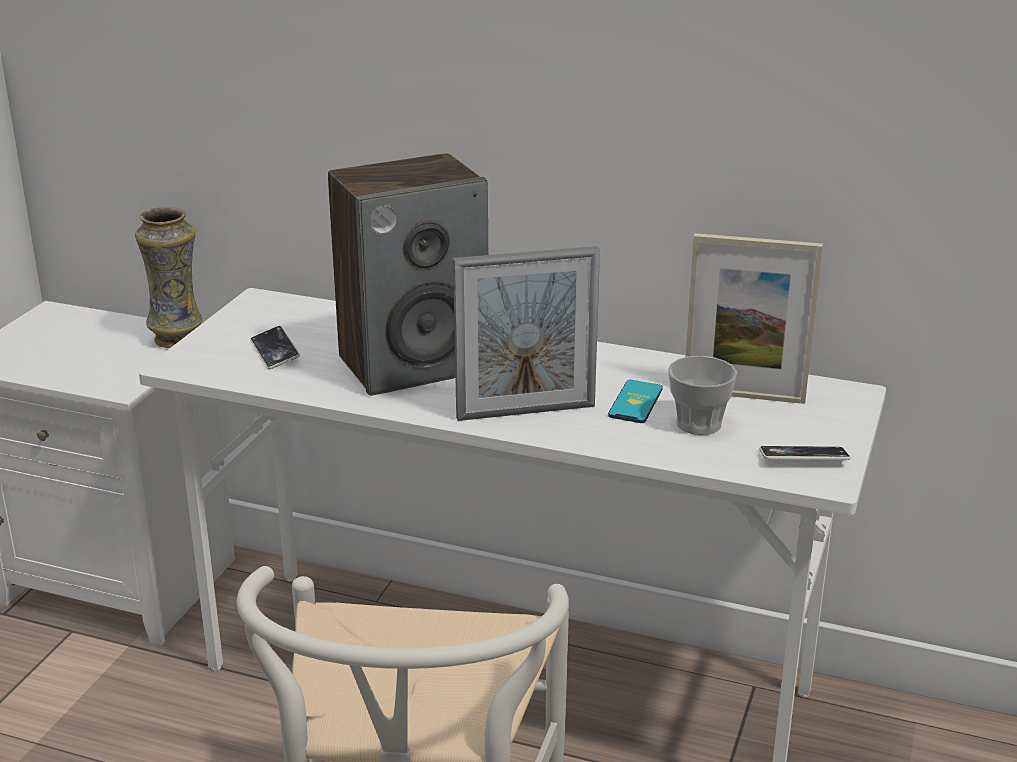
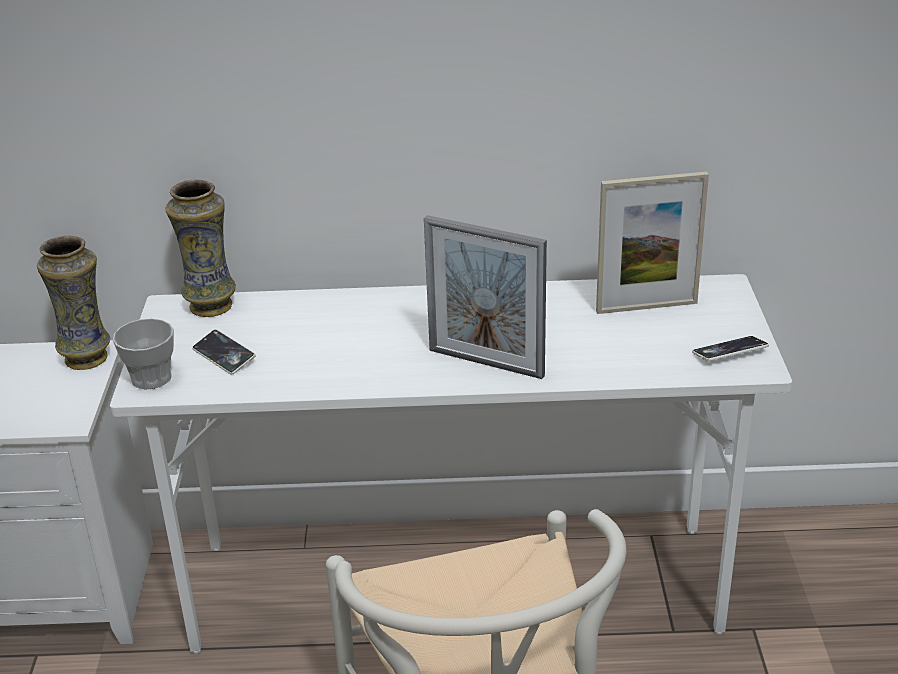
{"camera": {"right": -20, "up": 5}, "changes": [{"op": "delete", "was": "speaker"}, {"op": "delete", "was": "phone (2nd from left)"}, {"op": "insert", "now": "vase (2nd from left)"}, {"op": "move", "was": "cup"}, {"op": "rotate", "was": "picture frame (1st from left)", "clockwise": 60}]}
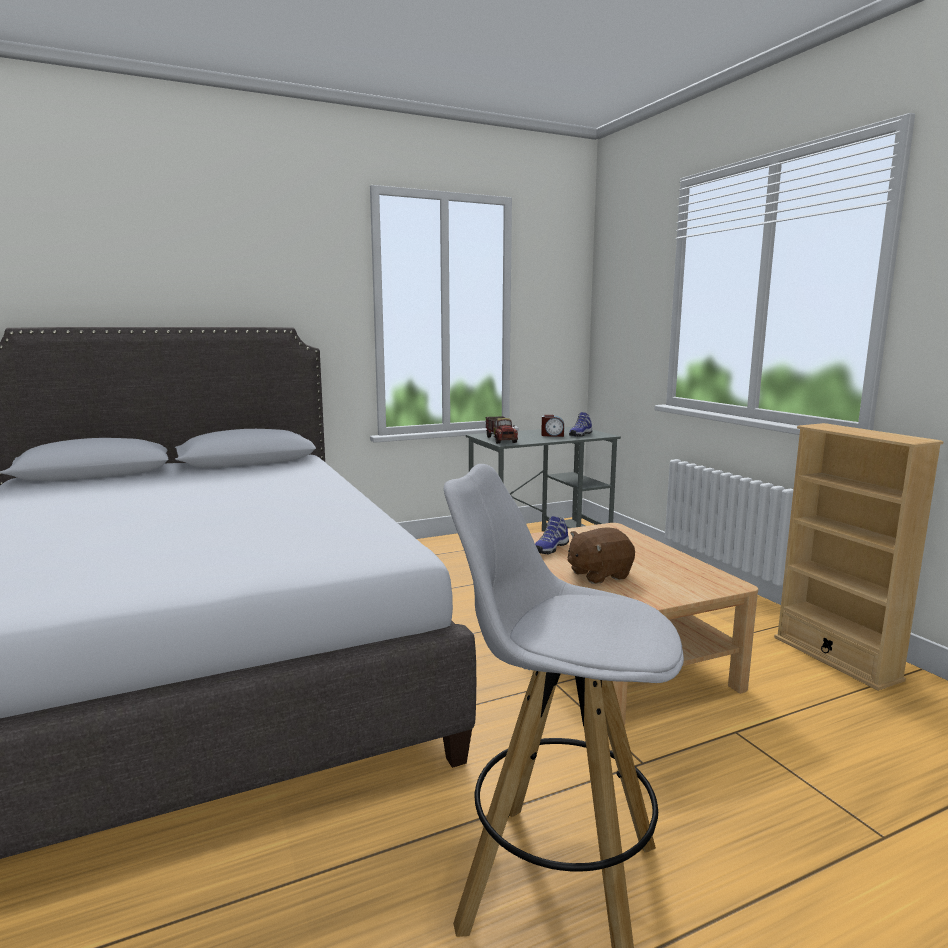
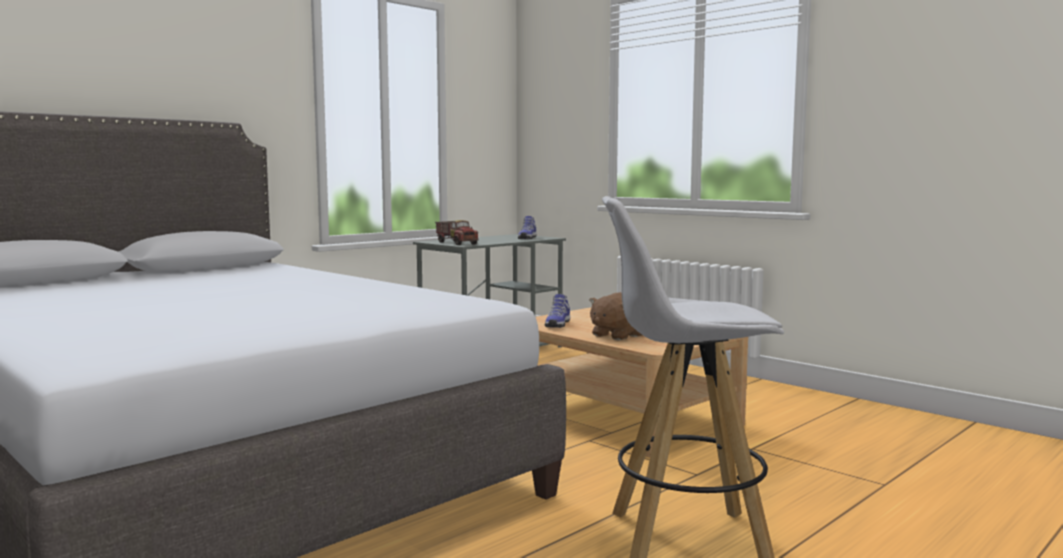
{"camera": {"right": -20, "up": -5}, "changes": [{"op": "delete", "was": "alarm clock"}, {"op": "delete", "was": "bookcase (beige)"}]}
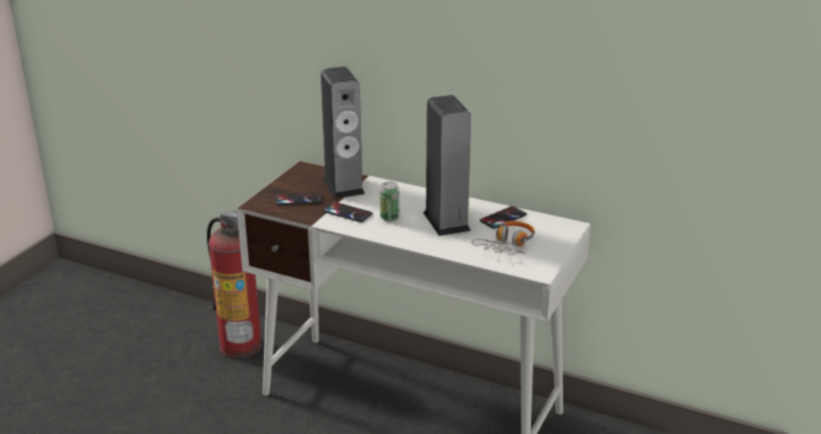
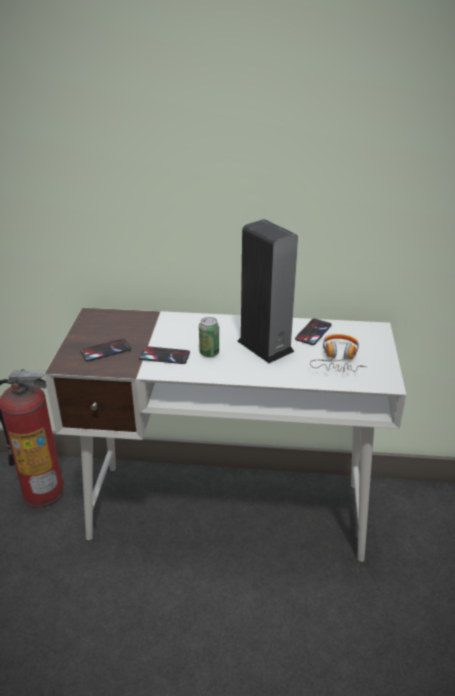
{"camera": {"right": -20, "up": 5}, "changes": [{"op": "delete", "was": "speaker (1st from left)"}]}
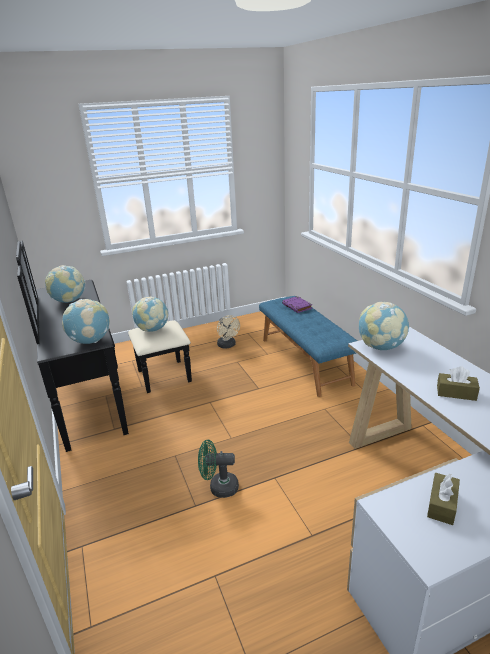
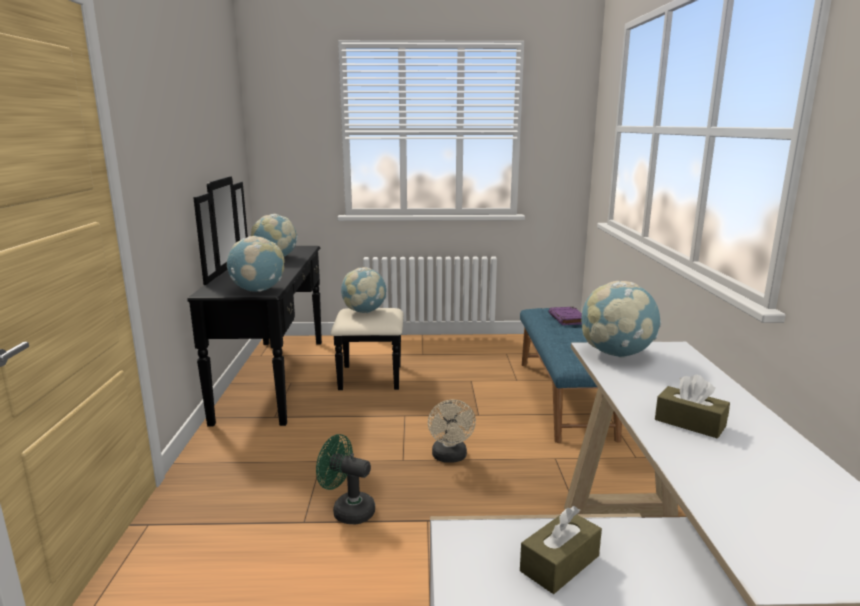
{"camera": {"right": 20, "up": -10}, "changes": [{"op": "move", "was": "fan (beige)"}]}
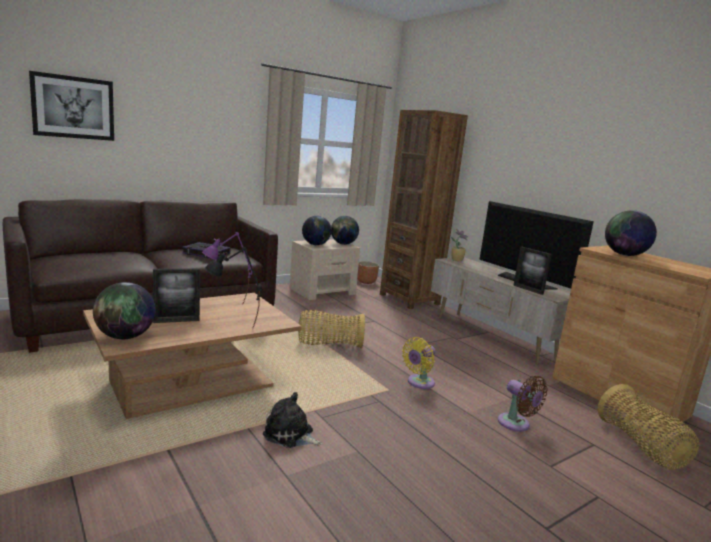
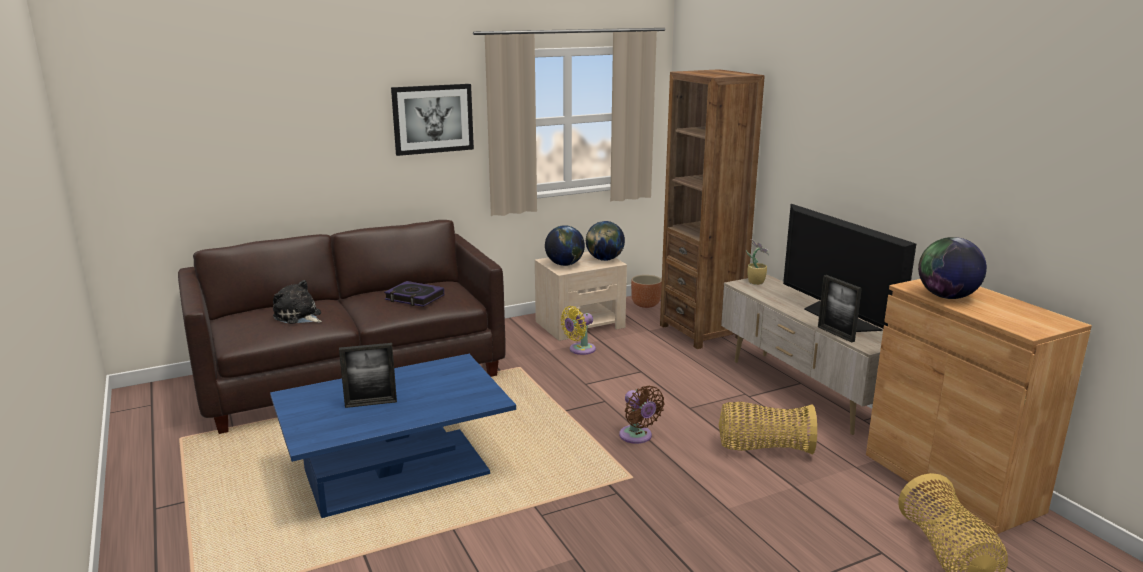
{"camera": {"right": 10, "up": 5}, "changes": [{"op": "delete", "was": "globe (1st from left)"}, {"op": "delete", "was": "table lamp (purple)"}, {"op": "delete", "was": "table lamp (black)"}, {"op": "move", "was": "picture"}, {"op": "move", "was": "plush toy"}, {"op": "move", "was": "basket (1st from left)"}, {"op": "move", "was": "fan (yellow)"}, {"op": "move", "was": "fan (brown)"}, {"op": "recolor", "was": "coffee table (brown)", "now": "coffee table (blue)"}]}
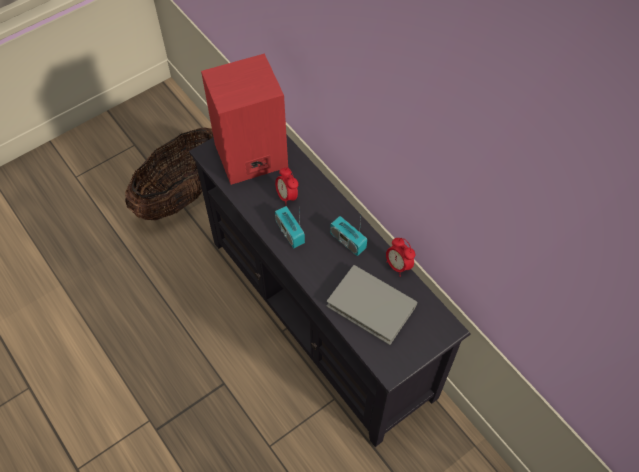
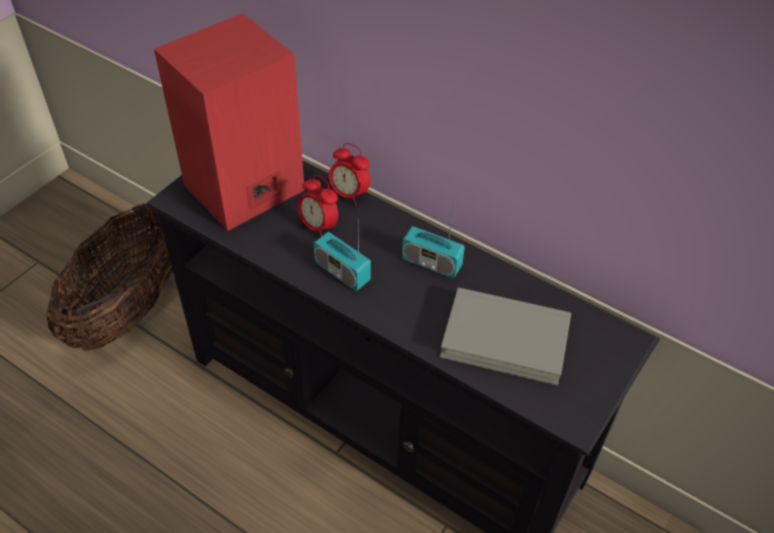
{"camera": {"right": -20, "up": -10}, "changes": [{"op": "move", "was": "alarm clock (2nd from left)"}]}
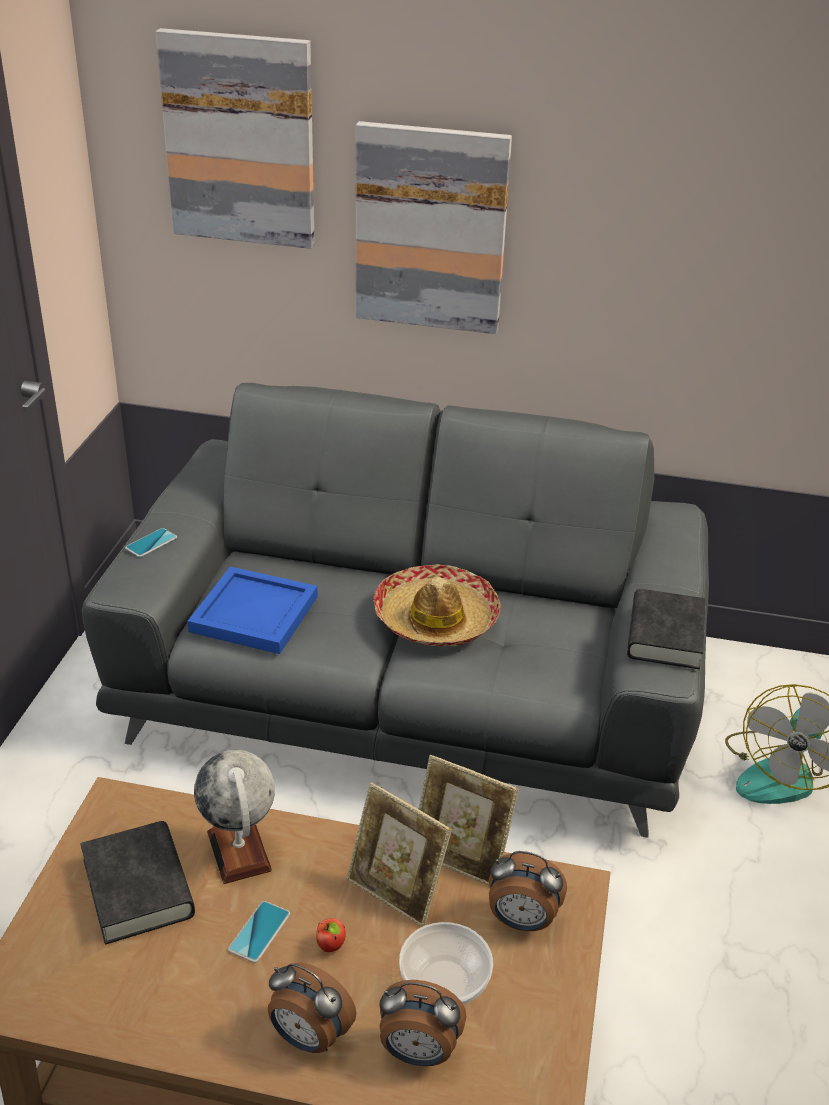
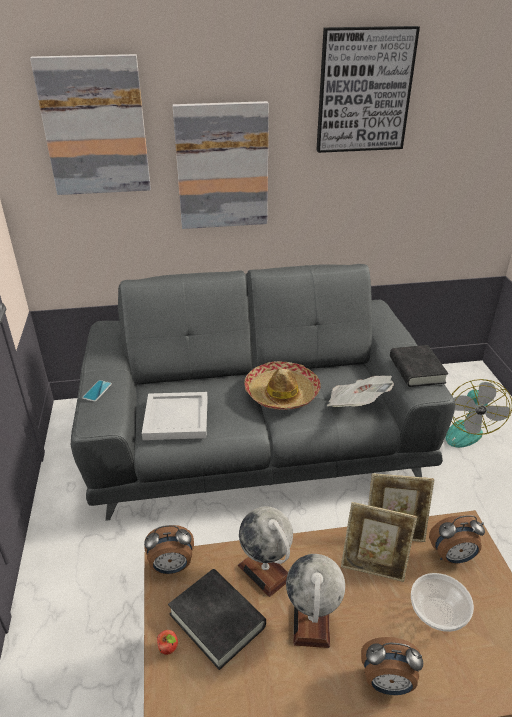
{"camera": {"right": -20, "up": 0}, "changes": [{"op": "insert", "now": "picture (3rd from left)"}, {"op": "insert", "now": "newspaper"}, {"op": "move", "was": "apple"}, {"op": "move", "was": "alarm clock (2nd from left in the first image)", "now": "alarm clock (1st from left)"}, {"op": "replace", "was": "phone (2nd from left)", "now": "globe (2nd from left)"}, {"op": "recolor", "was": "tray (blue)", "now": "tray (white)"}]}
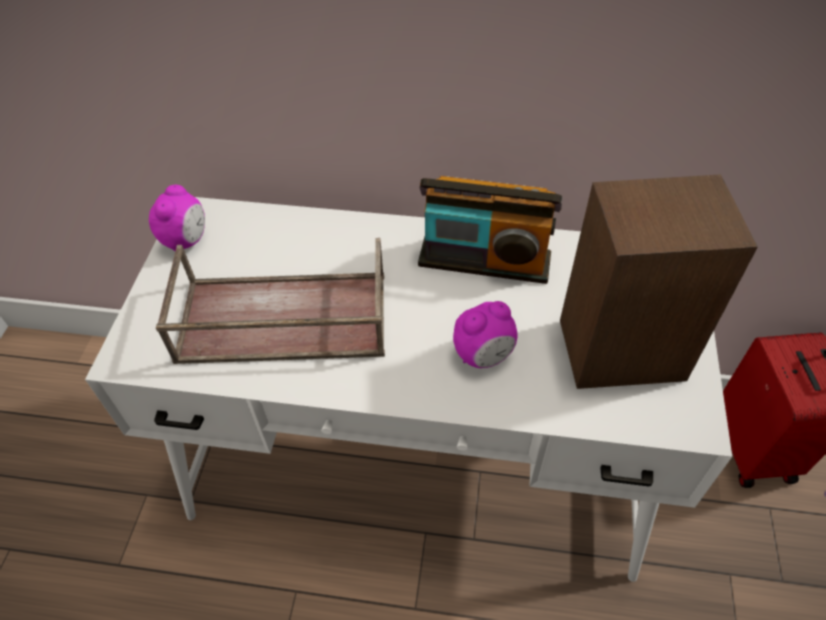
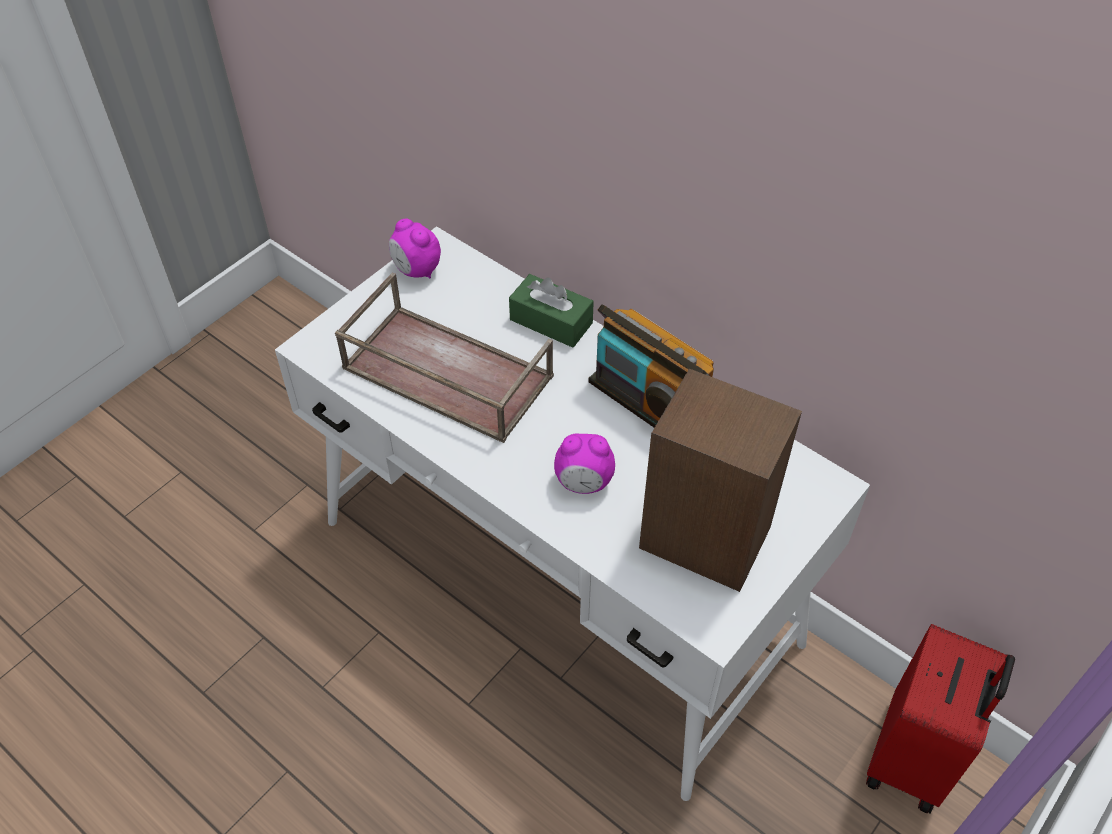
{"camera": {"right": 30, "up": 0}, "changes": [{"op": "insert", "now": "tissue box (green)"}, {"op": "rotate", "was": "alarm clock (1st from left)", "clockwise": 90}]}
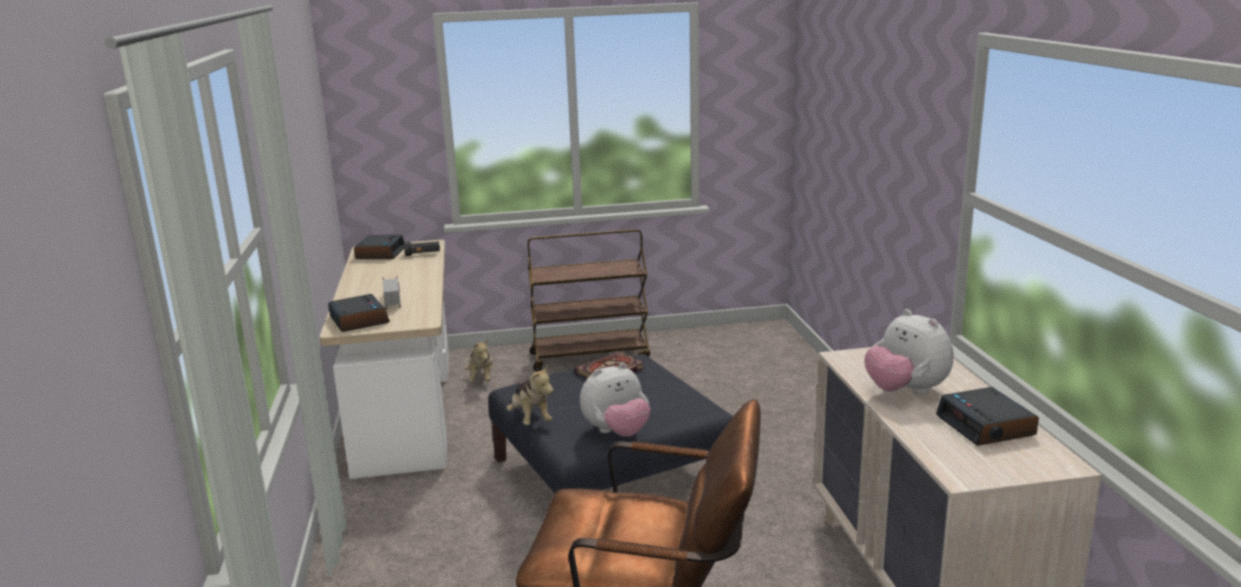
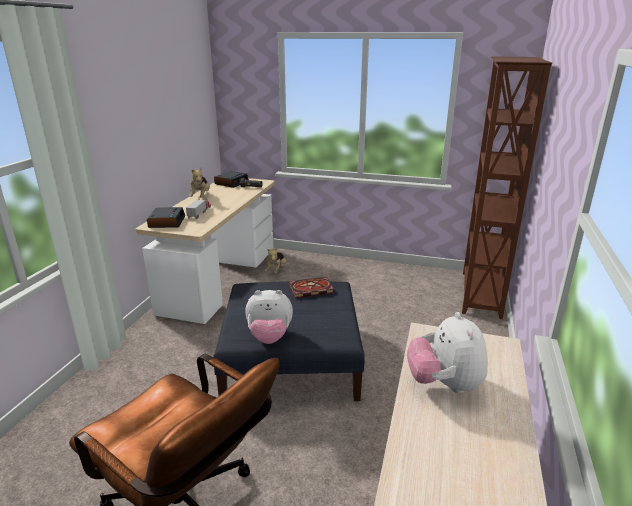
{"camera": {"right": 25, "up": 5}, "changes": [{"op": "delete", "was": "cart (brown)"}, {"op": "delete", "was": "alarm clock (3rd from left)"}, {"op": "insert", "now": "bookcase (brown)"}, {"op": "move", "was": "plush toy (2nd from left in the first image)", "now": "plush toy (1st from left)"}]}
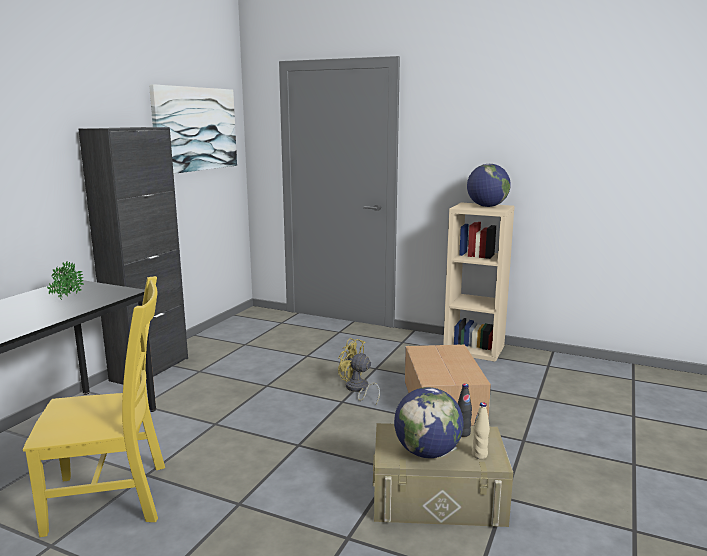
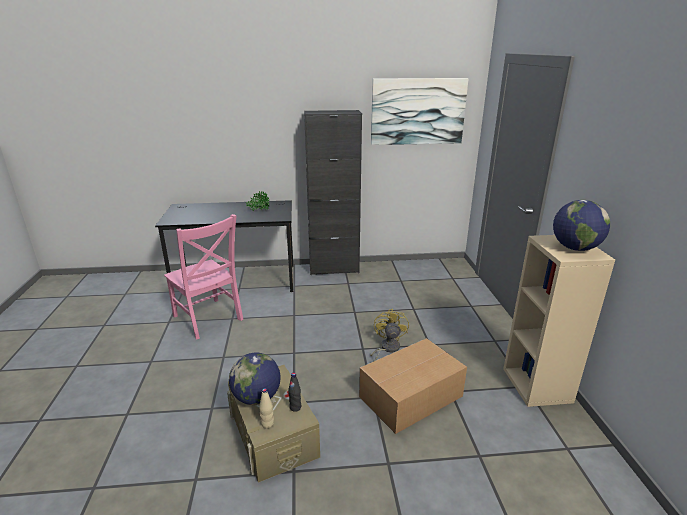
{"camera": {"right": 60, "up": 10}, "changes": [{"op": "recolor", "was": "chair (yellow)", "now": "chair (pink)"}]}
